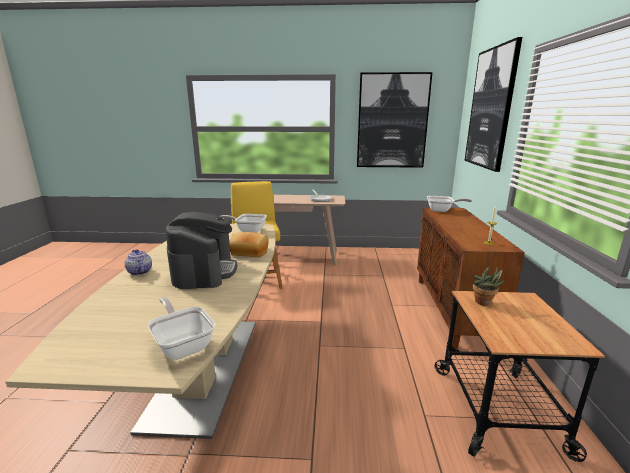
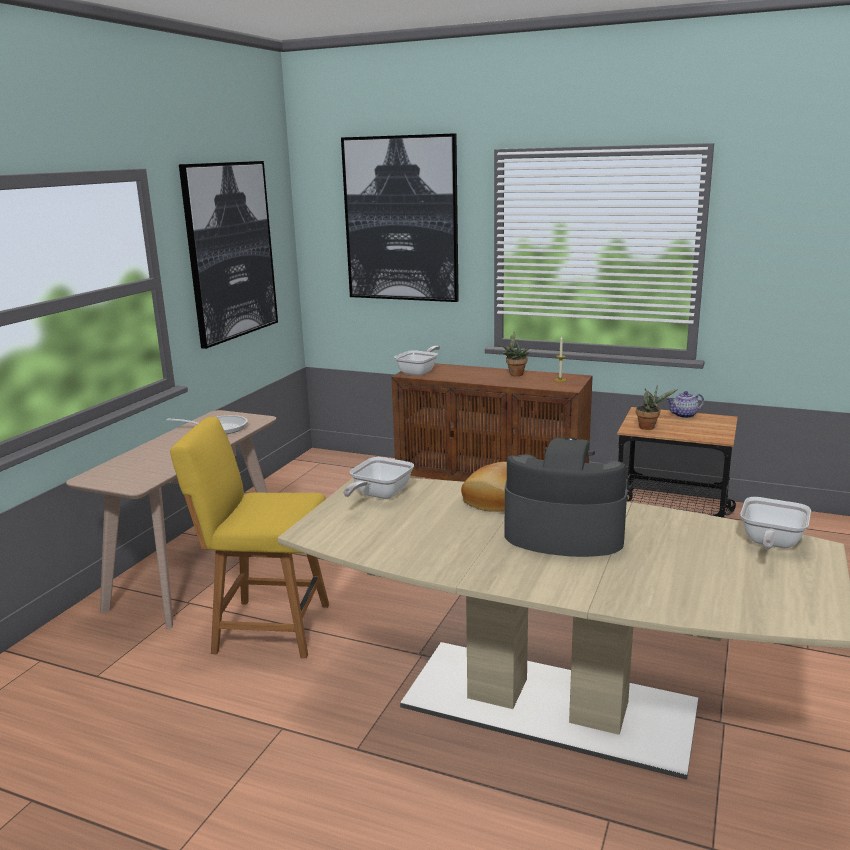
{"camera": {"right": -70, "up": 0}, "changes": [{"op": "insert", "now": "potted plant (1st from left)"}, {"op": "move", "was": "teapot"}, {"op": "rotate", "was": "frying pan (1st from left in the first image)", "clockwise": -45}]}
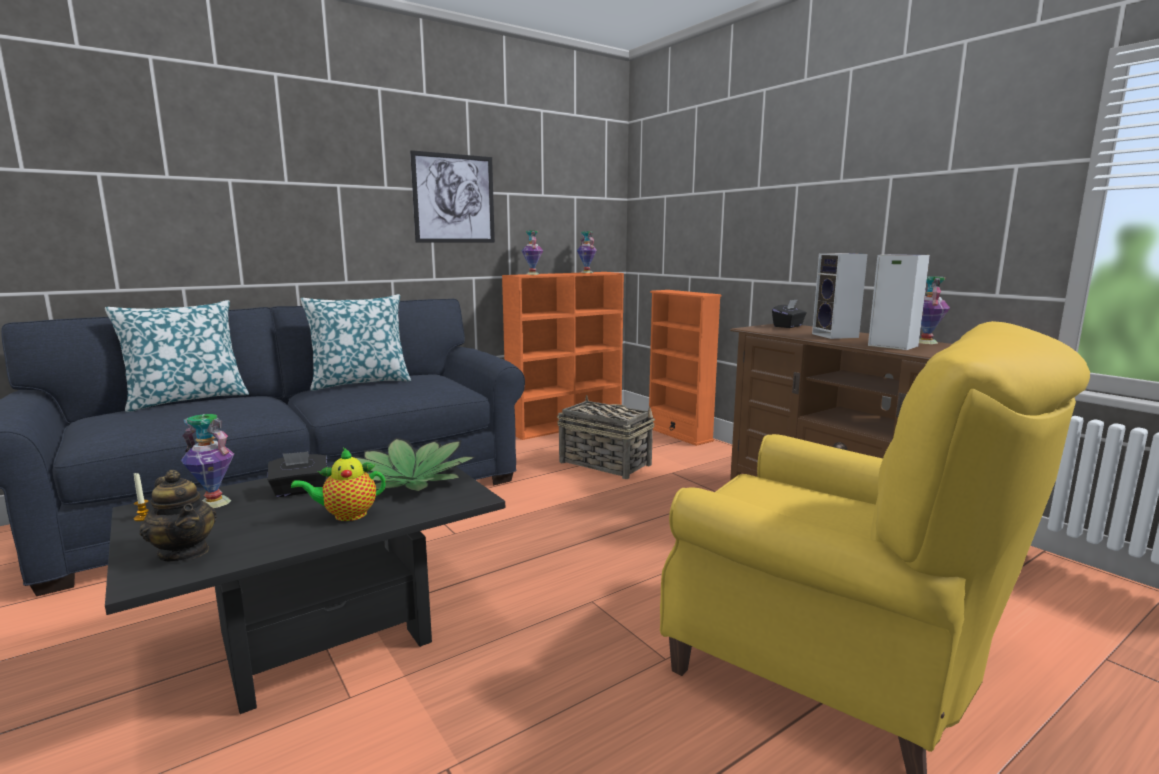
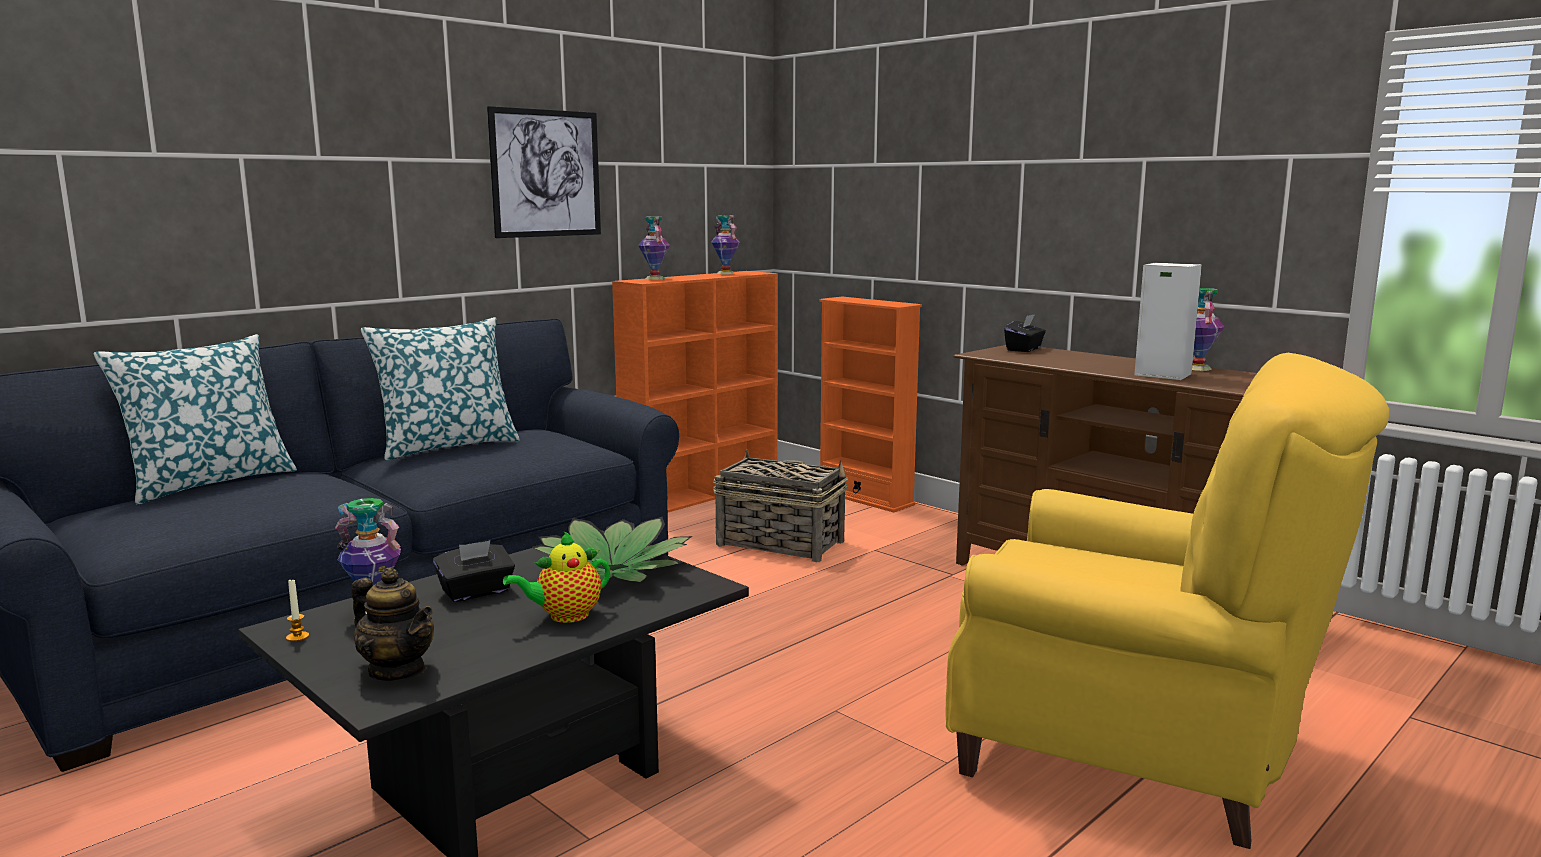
{"camera": {"right": -10, "up": 0}, "changes": [{"op": "delete", "was": "speaker (1st from left)"}]}
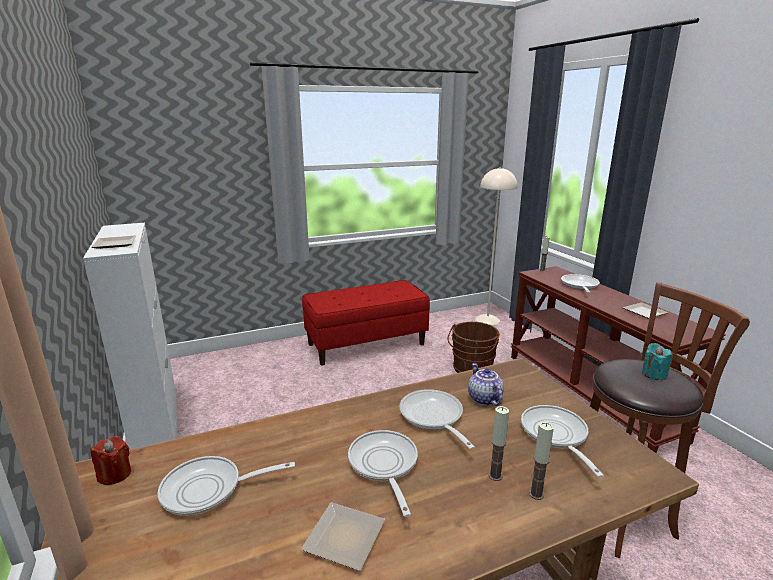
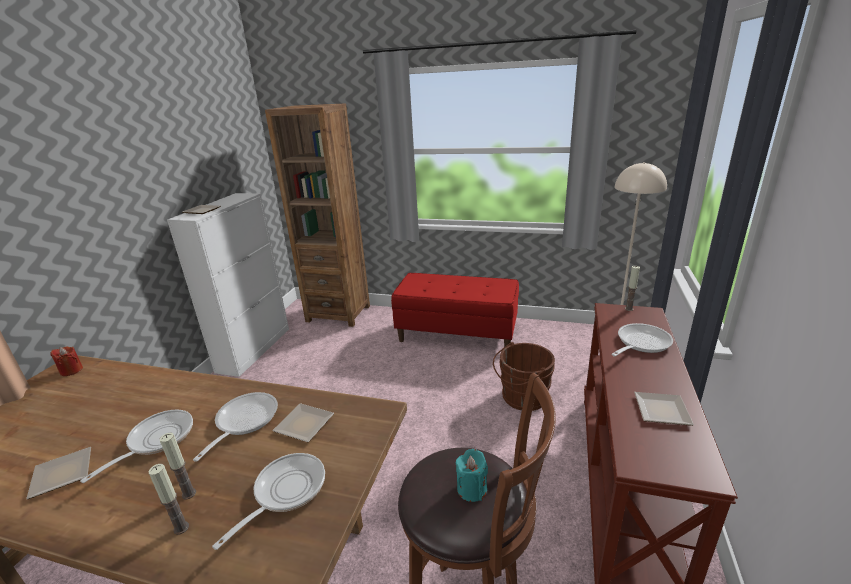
{"camera": {"right": 40, "up": 5}, "changes": [{"op": "delete", "was": "frying pan (1st from left)"}, {"op": "insert", "now": "bookcase (brown)"}, {"op": "replace", "was": "teapot", "now": "plate (3rd from left)"}]}
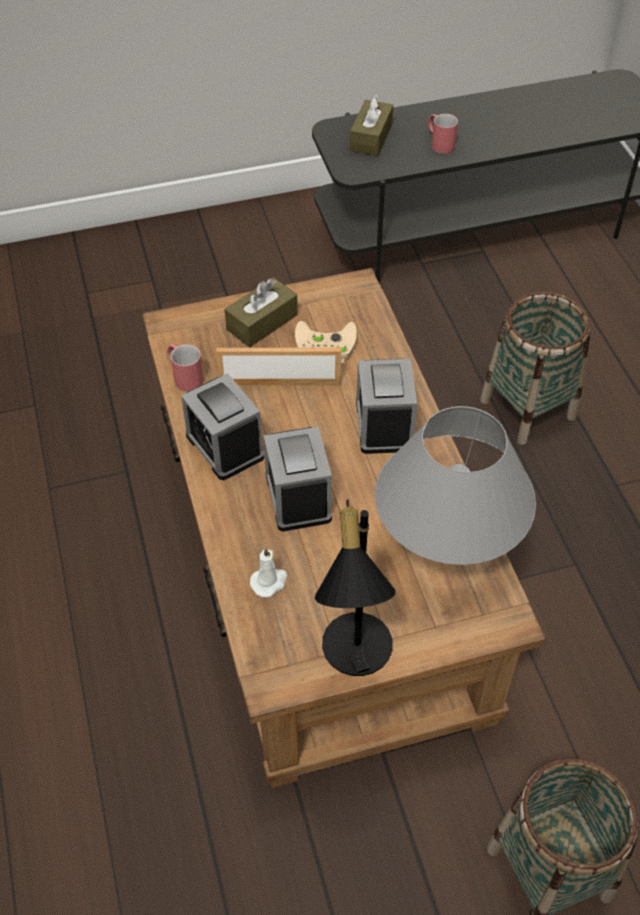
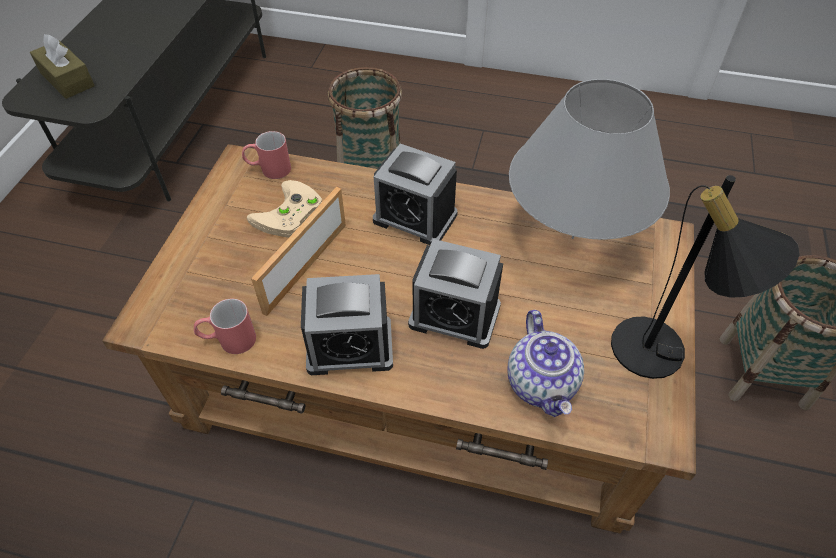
{"camera": {"right": -60, "up": 0}, "changes": [{"op": "delete", "was": "tissue box (brown) (1st from left)"}, {"op": "move", "was": "mug (red) (2nd from left)"}, {"op": "replace", "was": "candle (white)", "now": "teapot"}]}
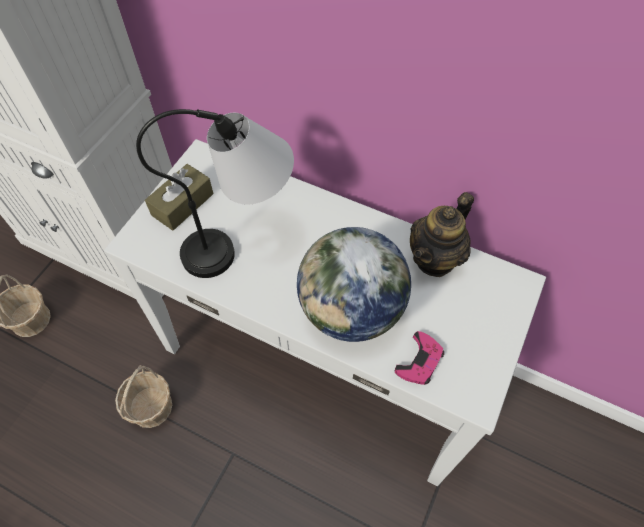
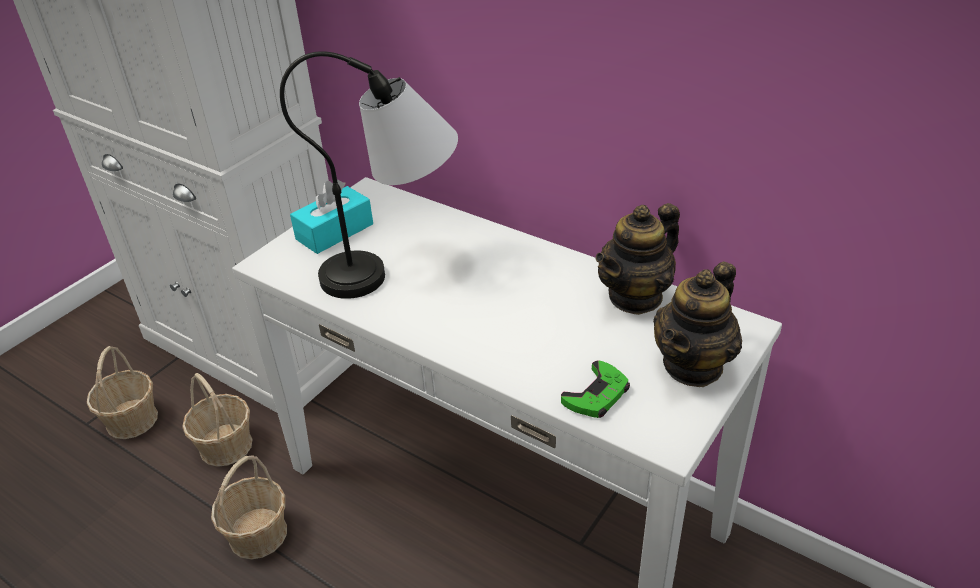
{"camera": {"right": 10, "up": -20}, "changes": [{"op": "delete", "was": "globe"}, {"op": "insert", "now": "basket (2nd from left)"}, {"op": "insert", "now": "teapot (2nd from left)"}, {"op": "recolor", "was": "tissue box (brown)", "now": "tissue box (turquoise)"}, {"op": "recolor", "was": "game controller (pink)", "now": "game controller (green)"}]}
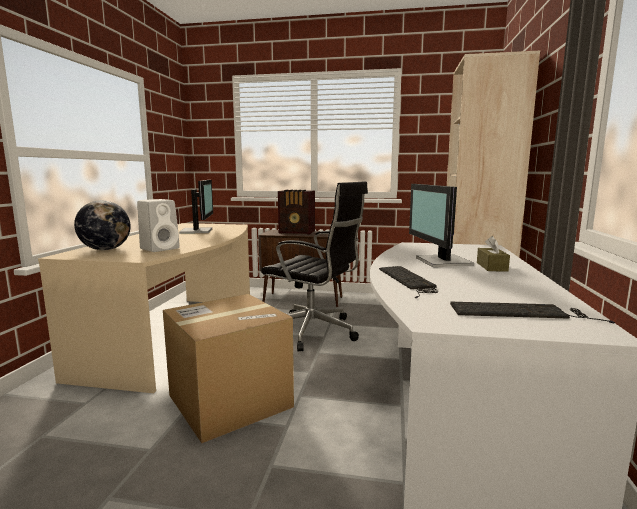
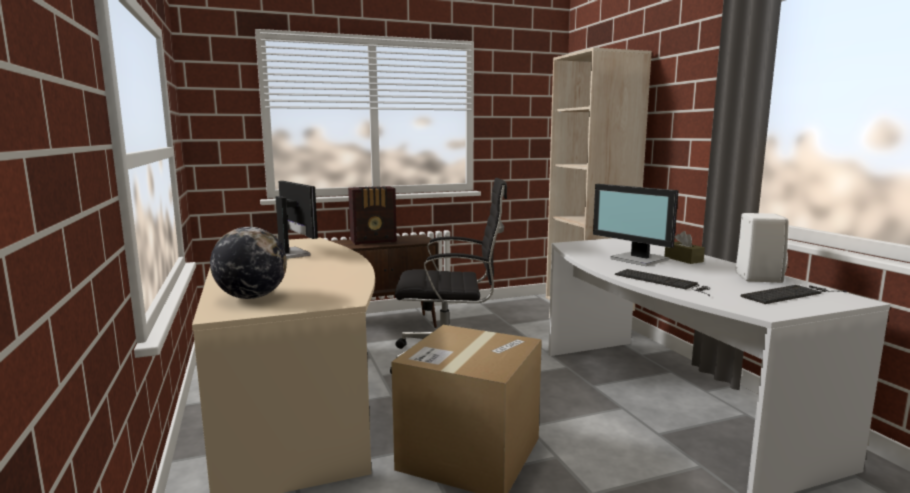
{"camera": {"right": -30, "up": 0}, "changes": [{"op": "move", "was": "speaker (white)"}]}
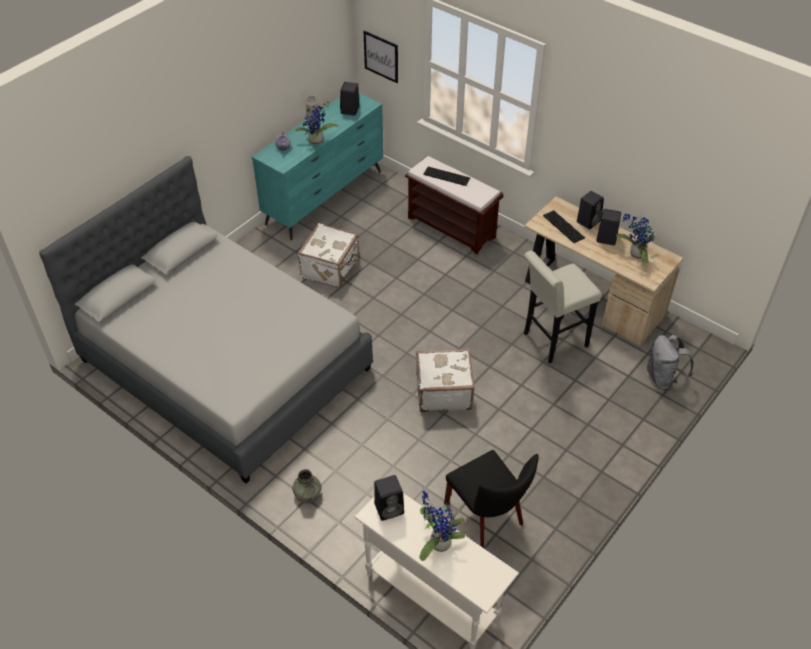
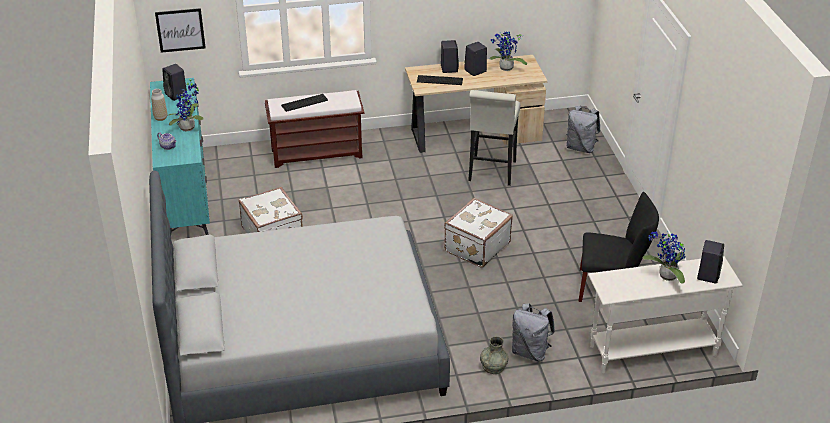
{"camera": {"right": -50, "up": -10}, "changes": [{"op": "insert", "now": "backpack (grey) (1st from left)"}, {"op": "move", "was": "speaker (black) (2nd from left in the first image)", "now": "speaker (black) (4th from left)"}]}
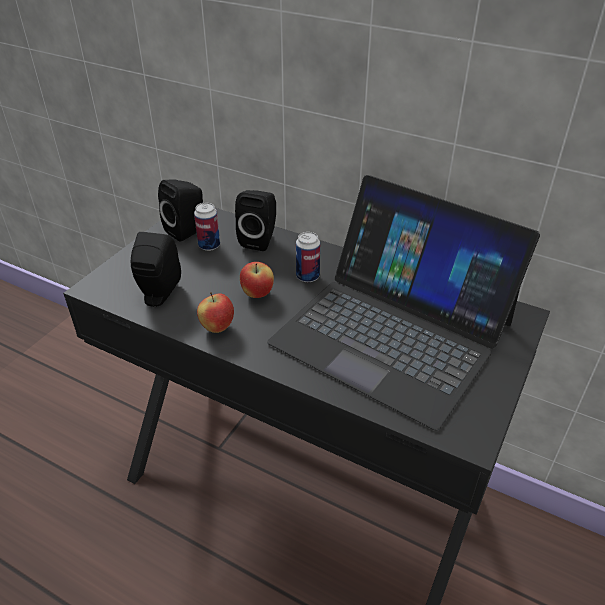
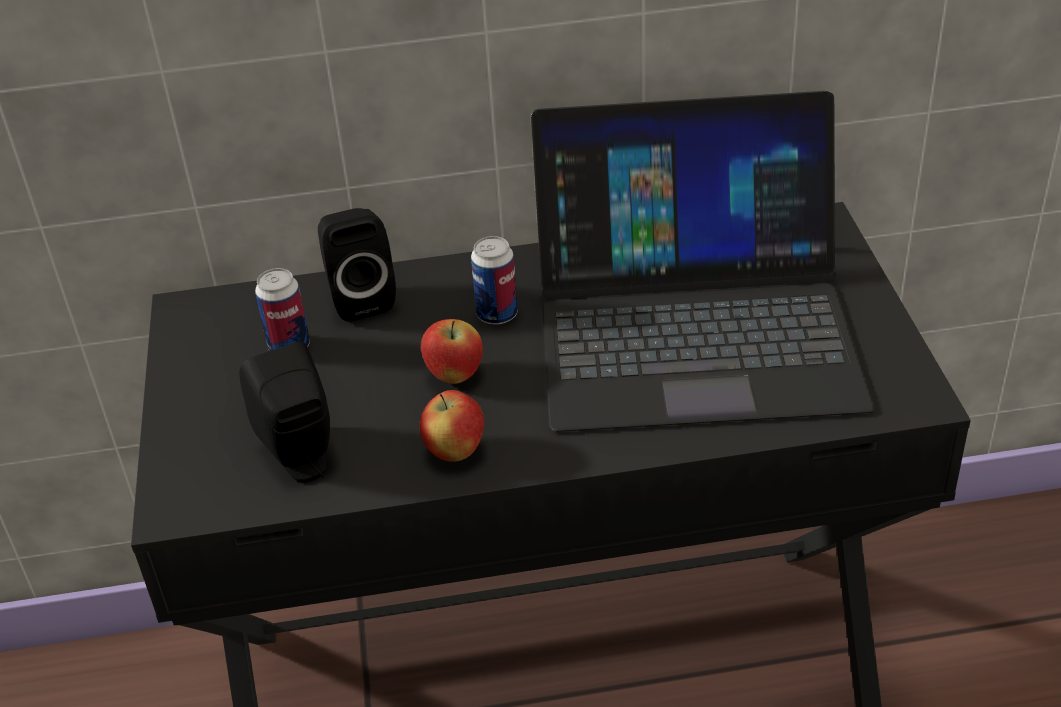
{"camera": {"right": -35, "up": 0}, "changes": [{"op": "delete", "was": "speaker (black) (2nd from left)"}]}
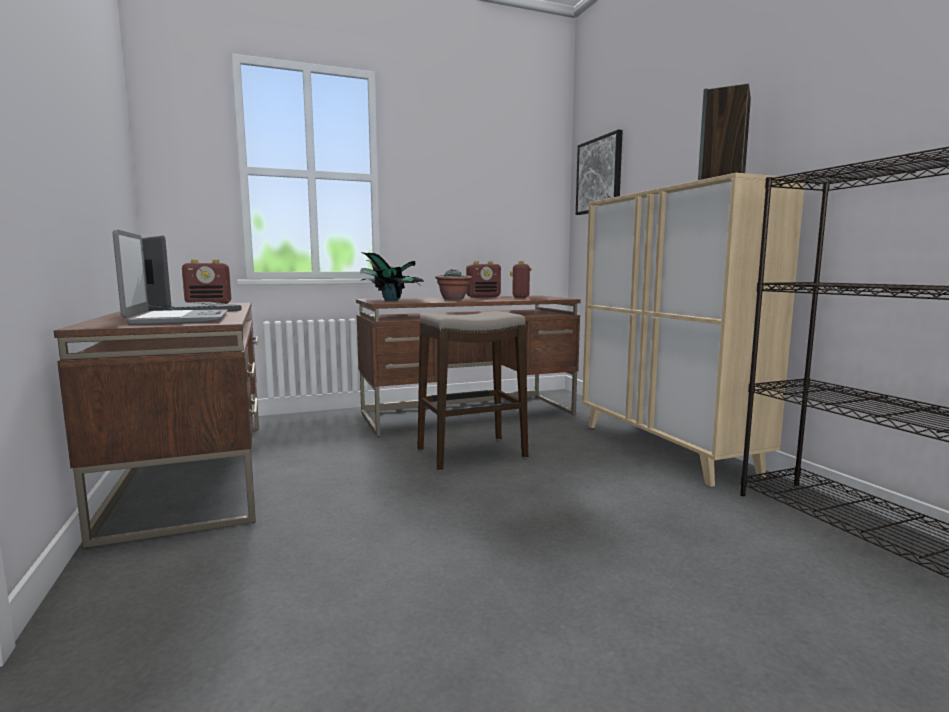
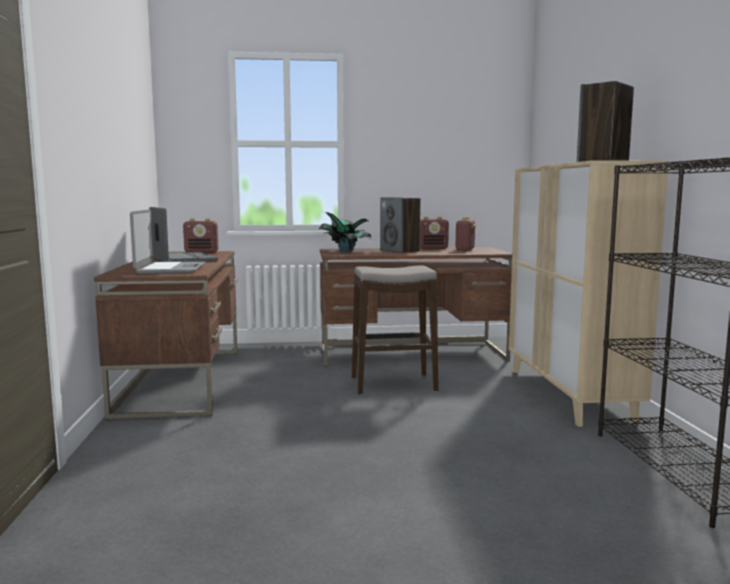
{"camera": {"right": 15, "up": 0}, "changes": [{"op": "delete", "was": "picture"}, {"op": "replace", "was": "potted plant (2nd from left)", "now": "speaker (1st from left)"}]}
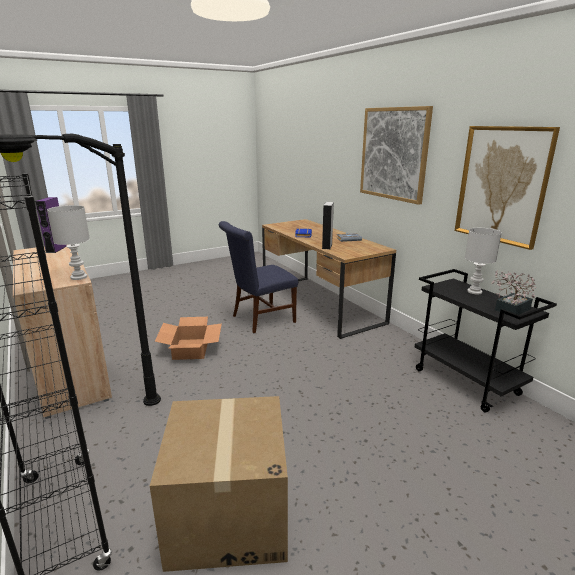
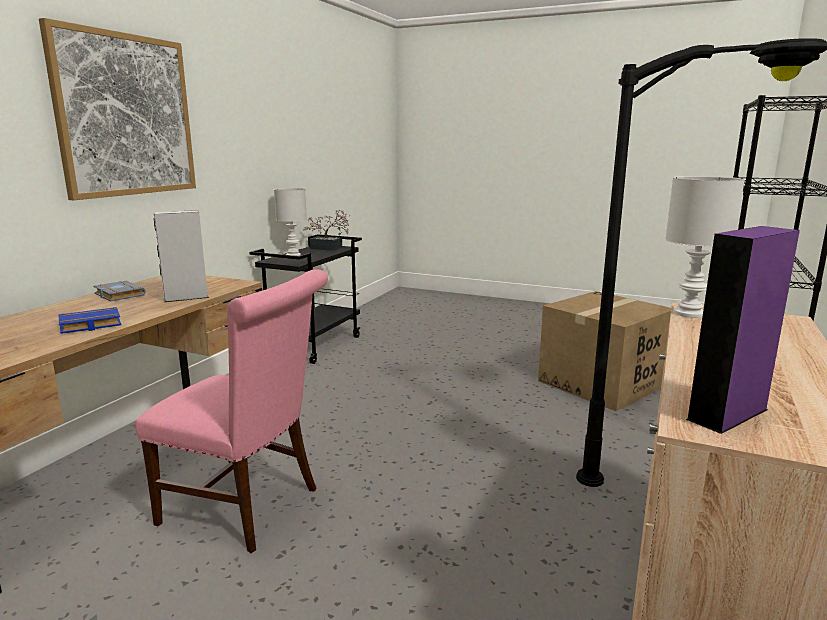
{"camera": {"right": -125, "up": -5}, "changes": [{"op": "delete", "was": "cardboard box (1st from left)"}, {"op": "delete", "was": "picture (2nd from left)"}, {"op": "recolor", "was": "chair (blue)", "now": "chair (pink)"}]}
